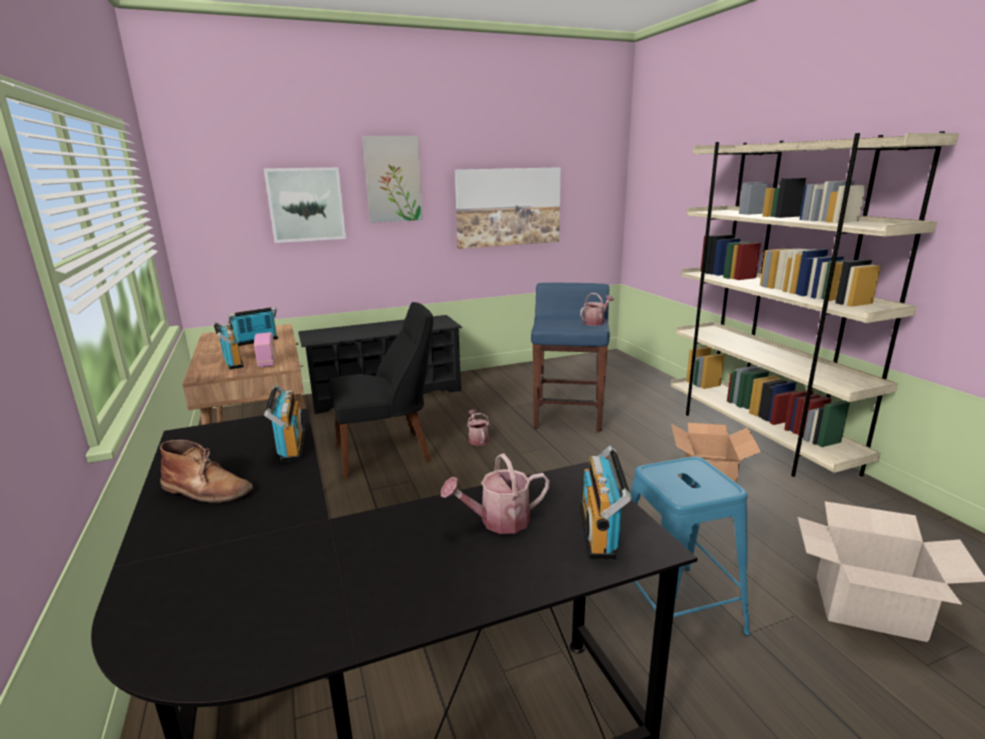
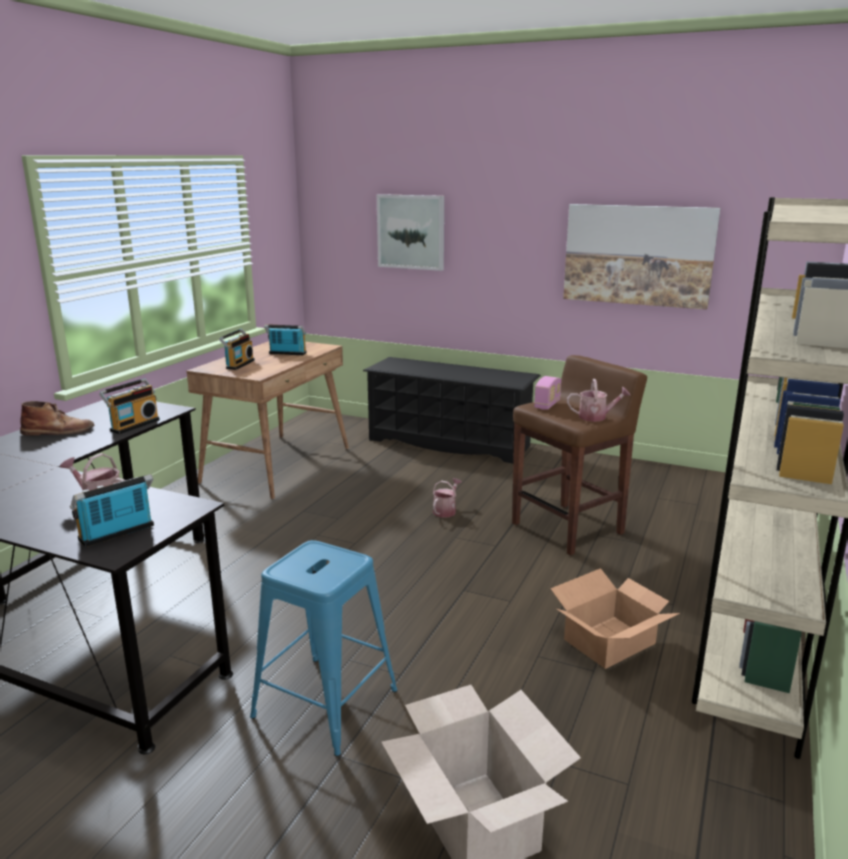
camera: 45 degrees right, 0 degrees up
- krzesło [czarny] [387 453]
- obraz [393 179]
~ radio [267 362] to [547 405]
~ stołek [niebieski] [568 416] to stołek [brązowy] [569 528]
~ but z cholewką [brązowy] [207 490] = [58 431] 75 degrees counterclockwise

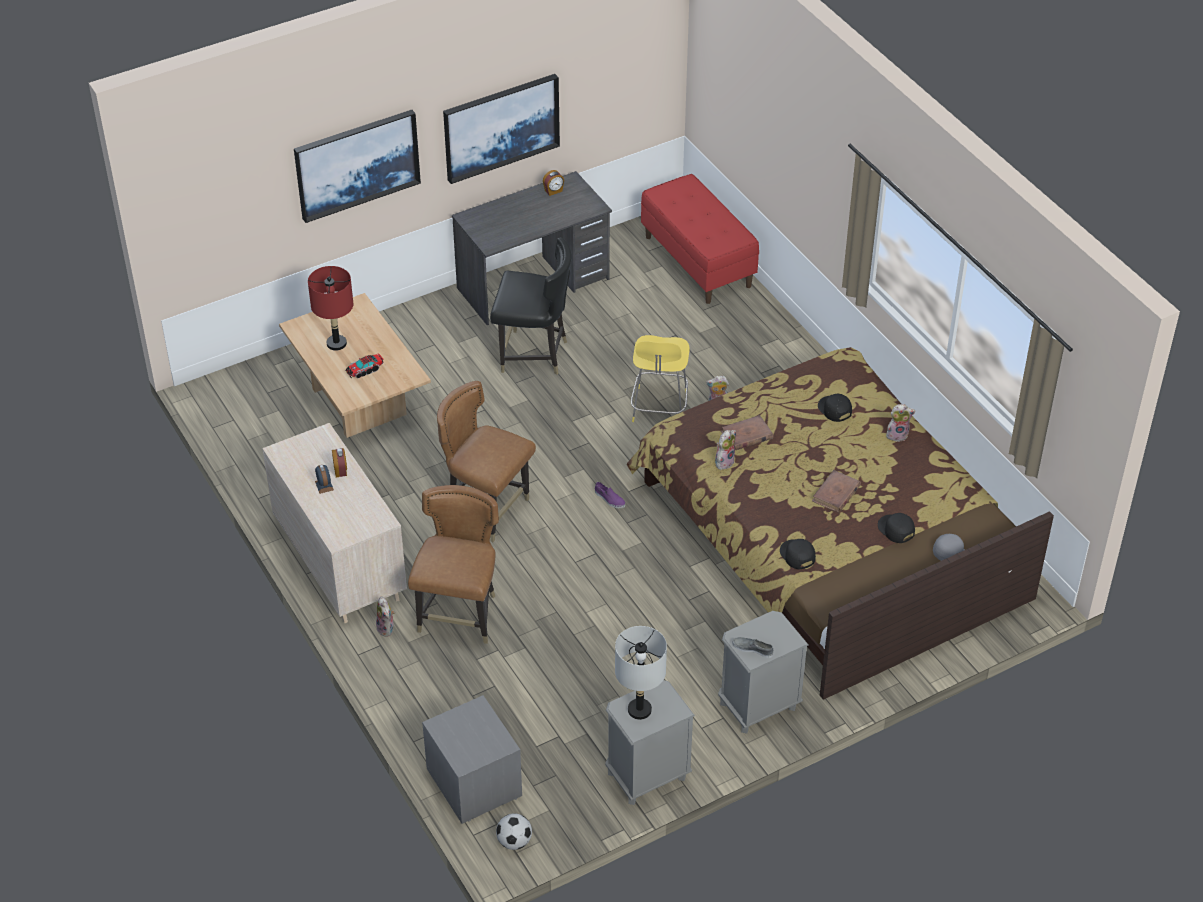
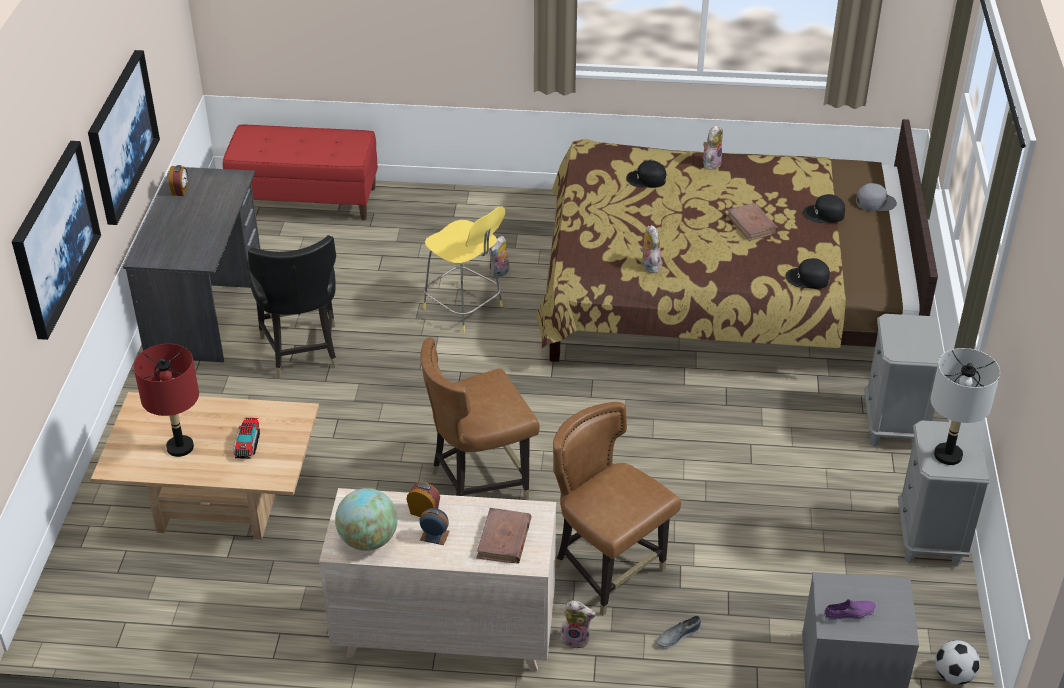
camera: 55 degrees left, 5 degrees down
+ globus [368 540]
~ but [fioletowy] [609 499] to [850 614]
~ książka [brązowy] [746 435] to [504 539]
~ but [szary] [752 649] to [678 636]
~ krzesło [czarny] [533 354] = [301 351] 120 degrees clockwise

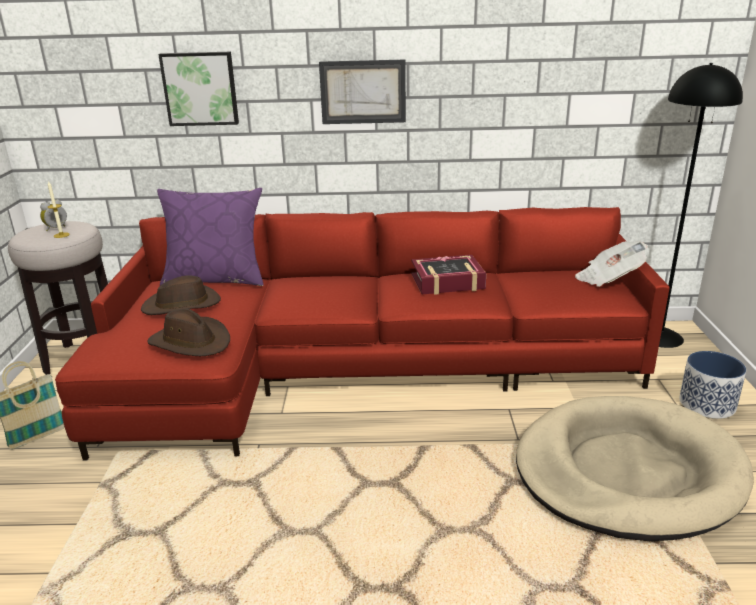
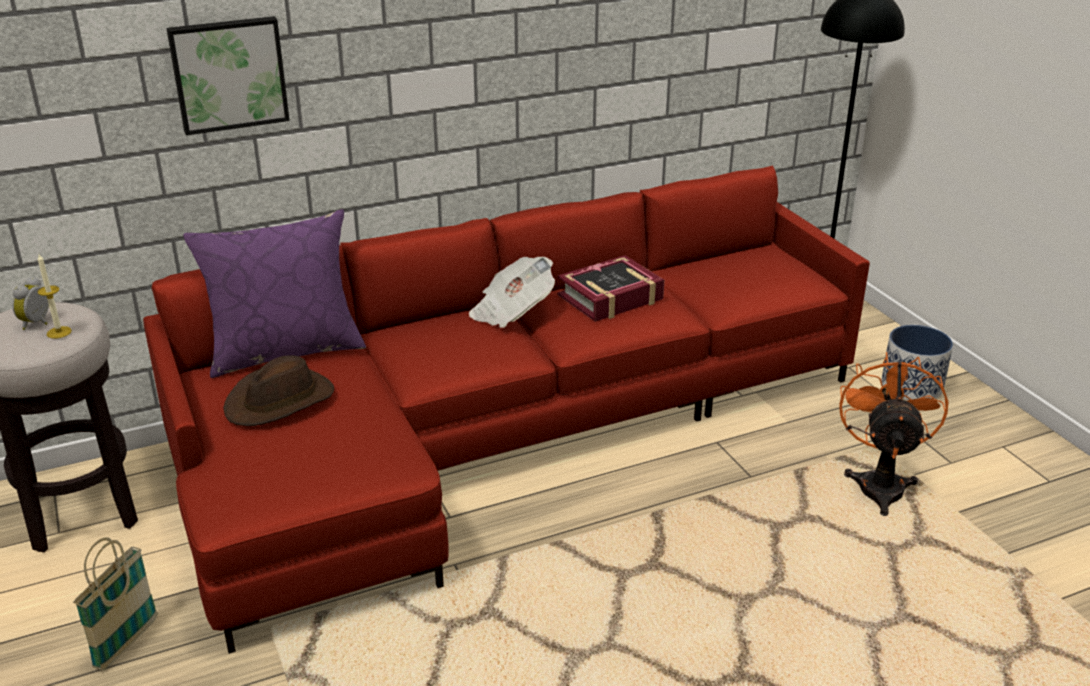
camera: 25 degrees left, 5 degrees up
- kapelusz [brązowy] [191 342]
- obraz [363 92]
~ gazeta [608 279] to [512 312]
~ legowisko [beżowy] [627 472] to wentylator [pomarańczowy] [880 483]

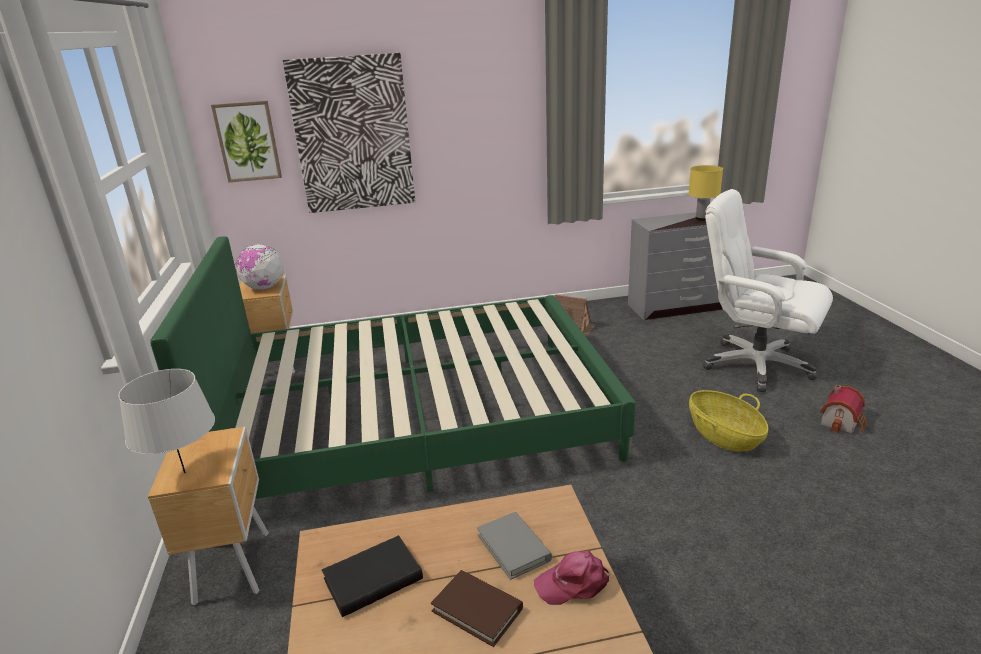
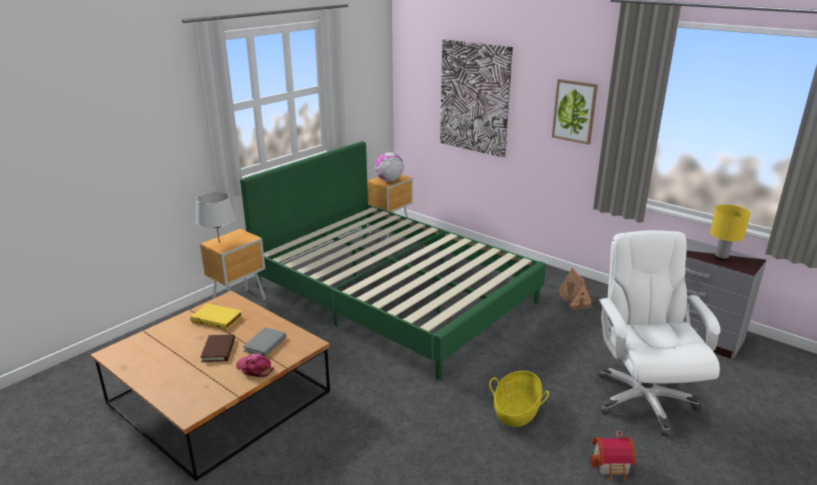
camera: 50 degrees right, 0 degrees up
~ obraz [248 141] to [574 111]
~ książka [czarny] [373 577] to książka [żółty] [218 318]

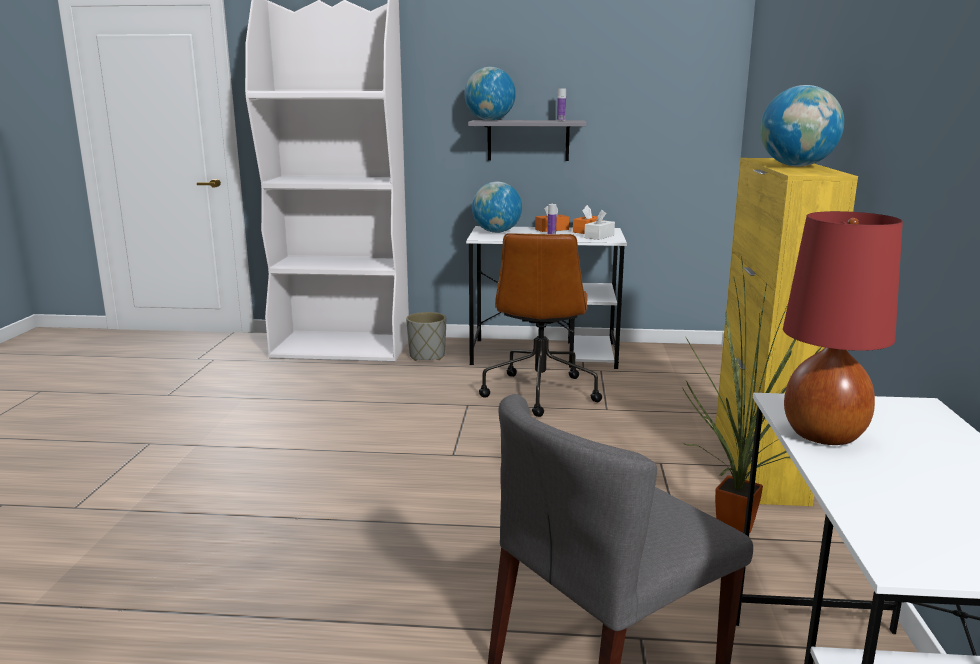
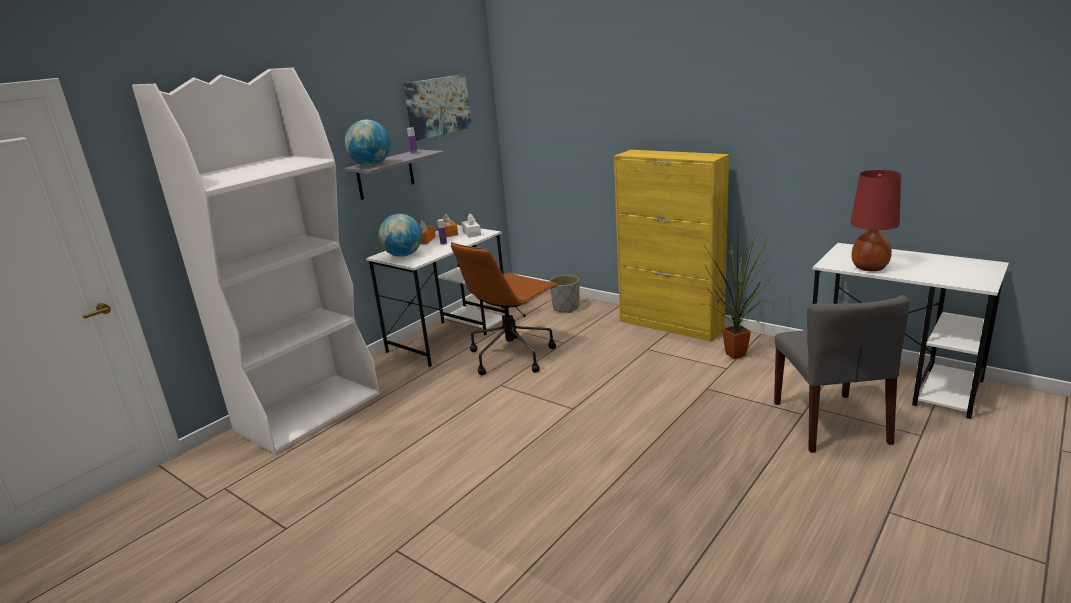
camera: 55 degrees left, 5 degrees up
- globus [797 166]
+ obraz [437 106]
~ donica [szary] [427 356] to [566 308]
~ krzesło biurowe [brązowy] [539 392] = [512 355] 90 degrees clockwise

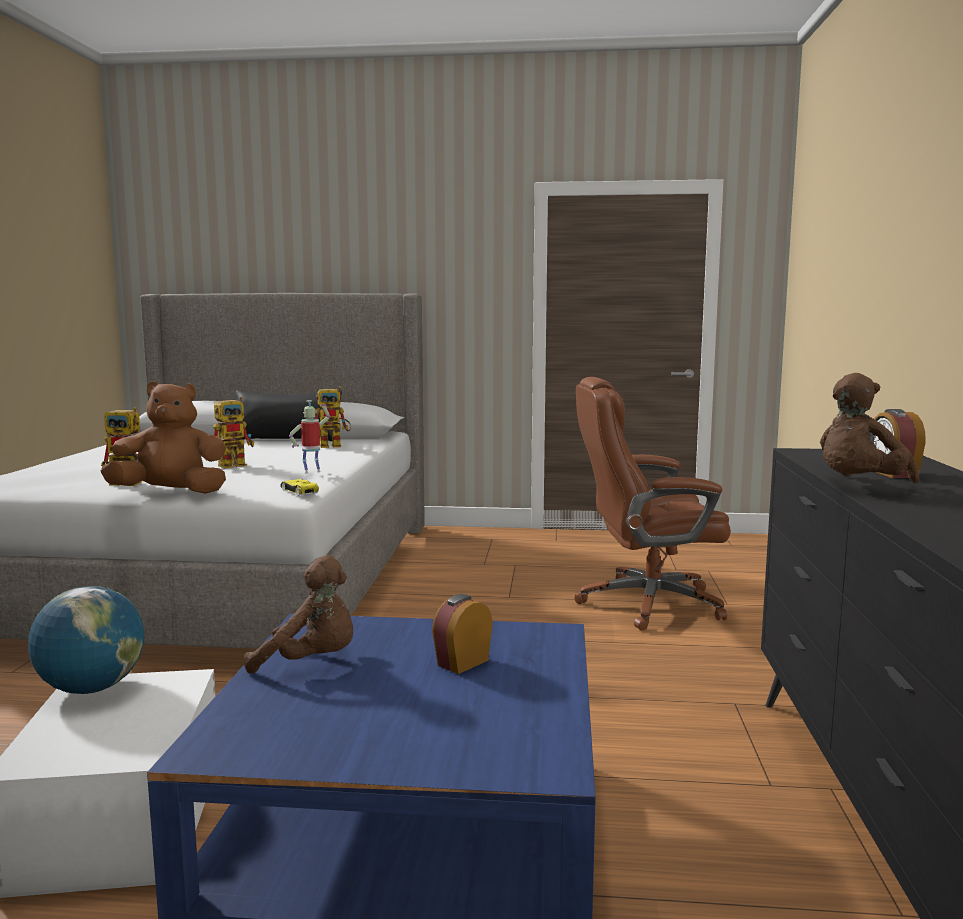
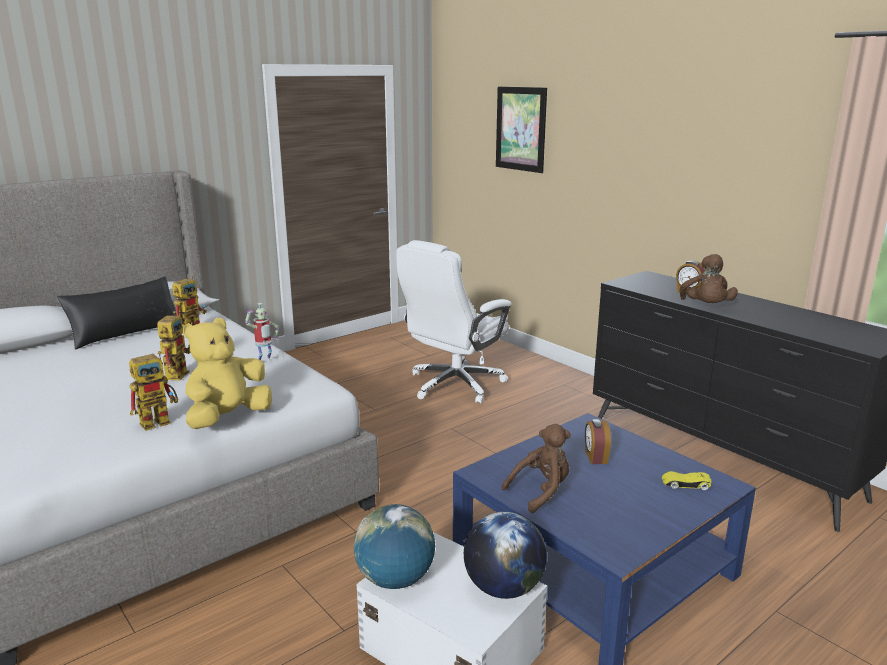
camera: 45 degrees left, 10 degrees up
+ globus [503 588]
+ obraz [521 129]
~ samochodzik [żółty] [299 491] to [685 484]
~ pluszak [brązowy] [171 493] to pluszak [żółty] [228 418]
~ krzesło biurowe [brązowy] [646 603] to krzesło biurowe [biały] [454 385]
~ robot zabawkowy [312 472] = [264 362] 150 degrees counterclockwise

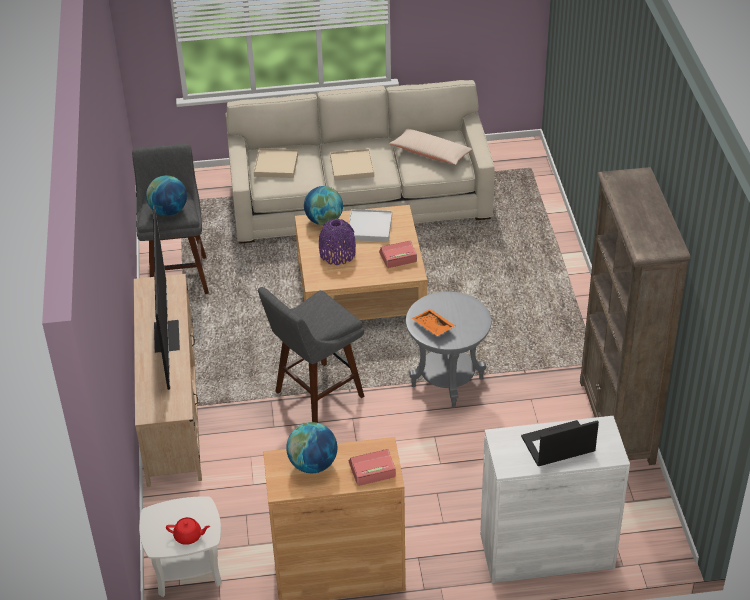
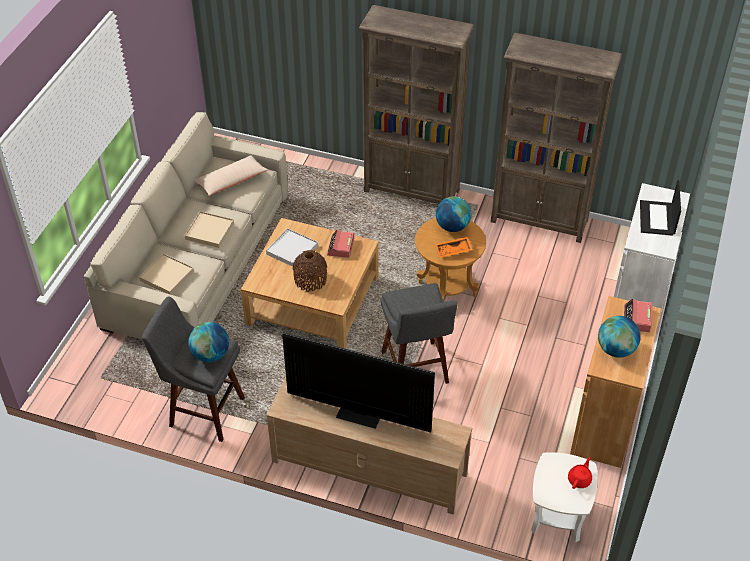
camera: 65 degrees left, 5 degrees up
+ regał [brązowy] [412 191]
~ globus [324 220] to [452 226]
~ wazon [fioletowy] [337 254] to wazon [brązowy] [310 280]
~ stolik [szary] [447 381] to stolik [brązowy] [447 289]

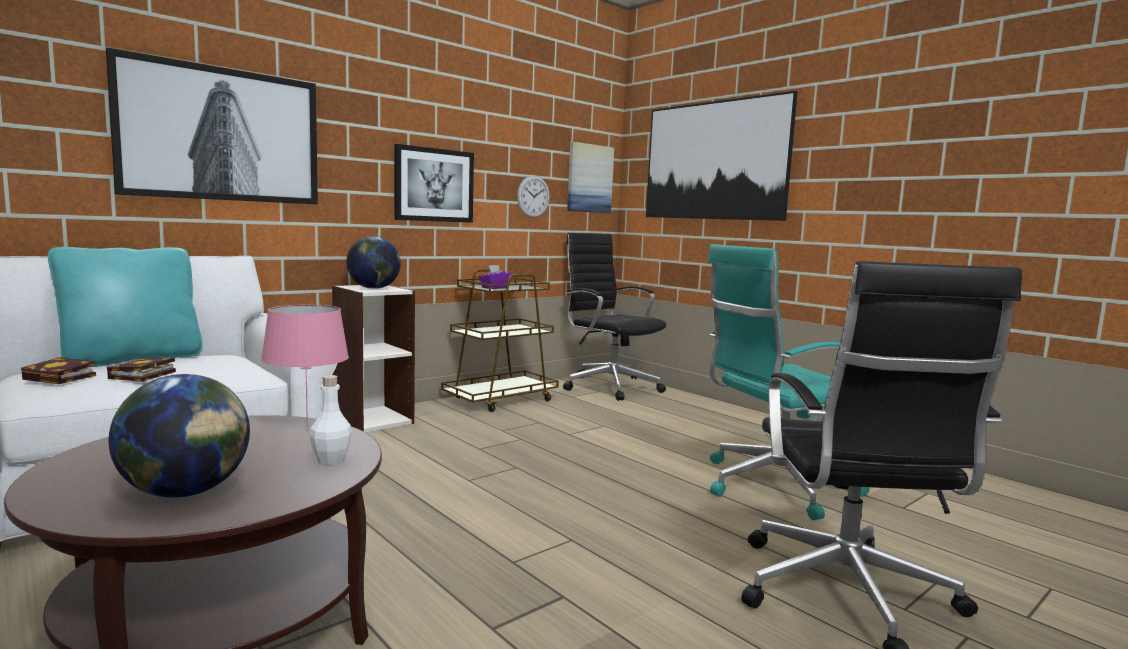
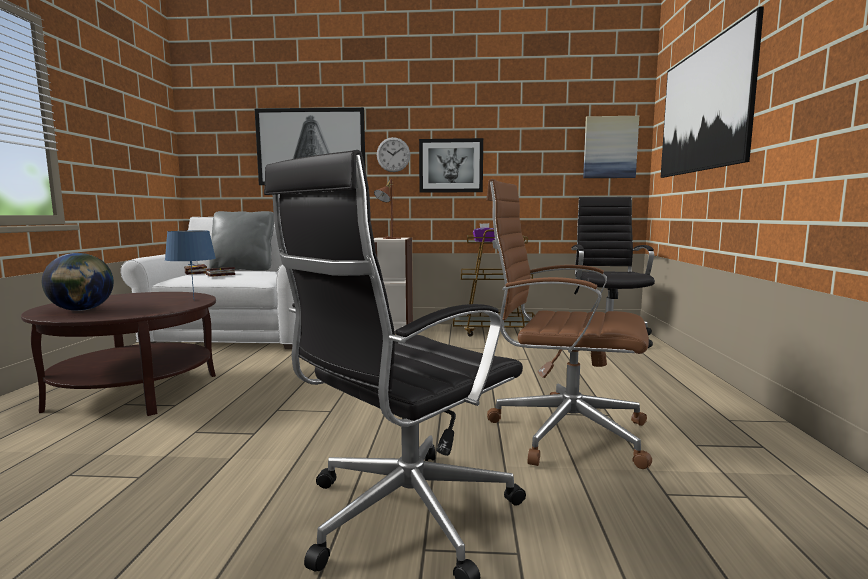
camera: 45 degrees right, 0 degrees up
- butelka [biały] [331 461]
~ zegar ścienny [533 196] to [393 154]
~ globus [374 288] to lampa stołowa [brązowy] [388 238]
~ poduszka [turkusowy] [132 359] to poduszka [szary] [243 269]
~ lampa stołowa [różowy] [308 429] to lampa stołowa [niebieski] [194 300]
~ krzesło biurowe [turkusowy] [773 486] to krzesło biurowe [brązowy] [563 431]

